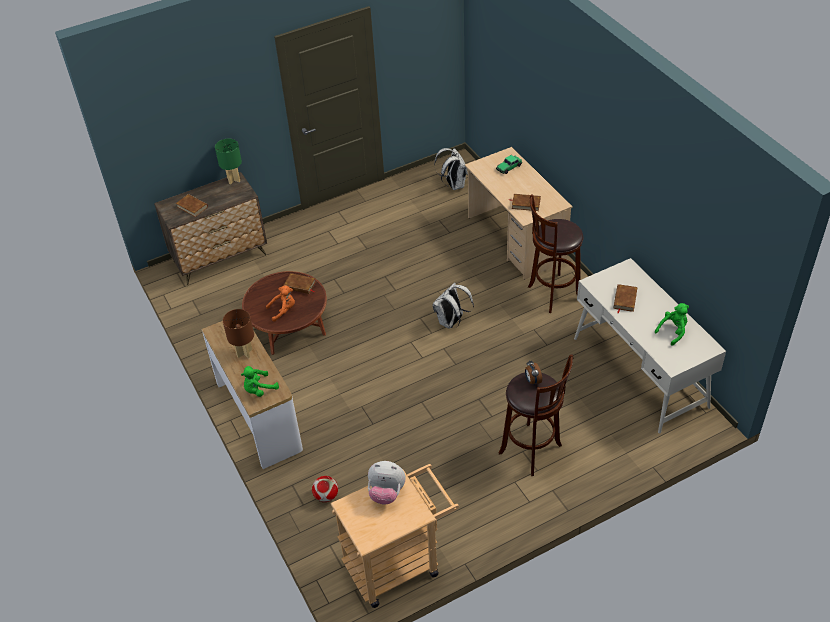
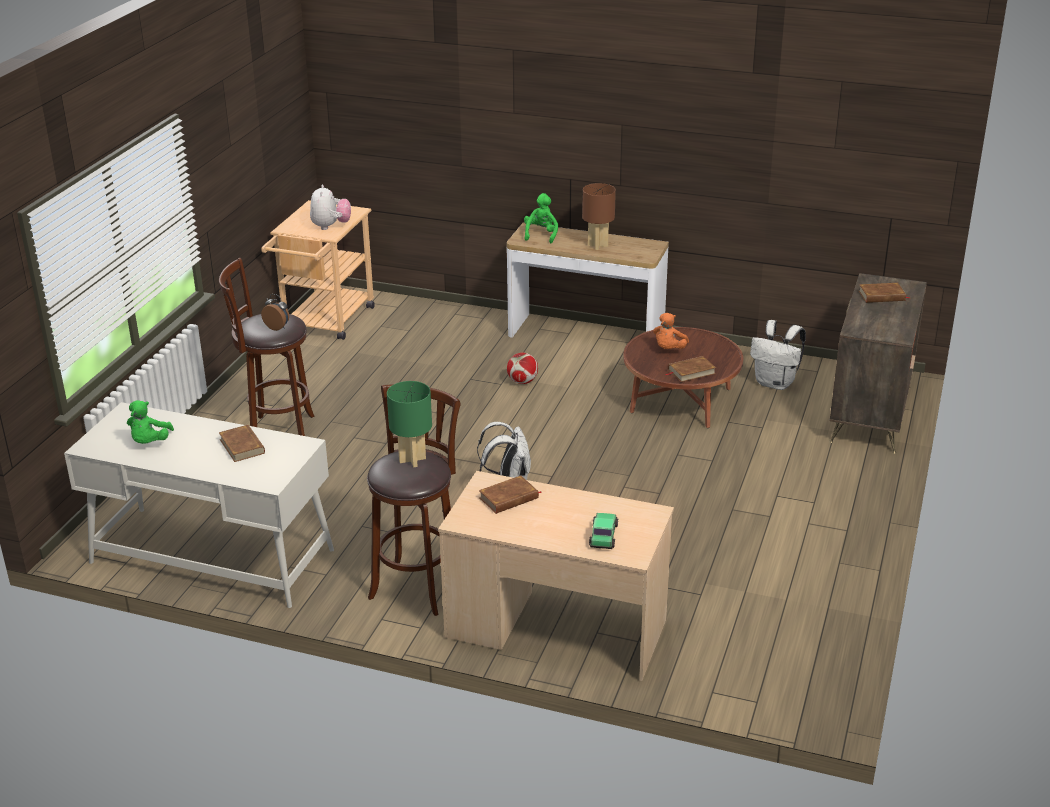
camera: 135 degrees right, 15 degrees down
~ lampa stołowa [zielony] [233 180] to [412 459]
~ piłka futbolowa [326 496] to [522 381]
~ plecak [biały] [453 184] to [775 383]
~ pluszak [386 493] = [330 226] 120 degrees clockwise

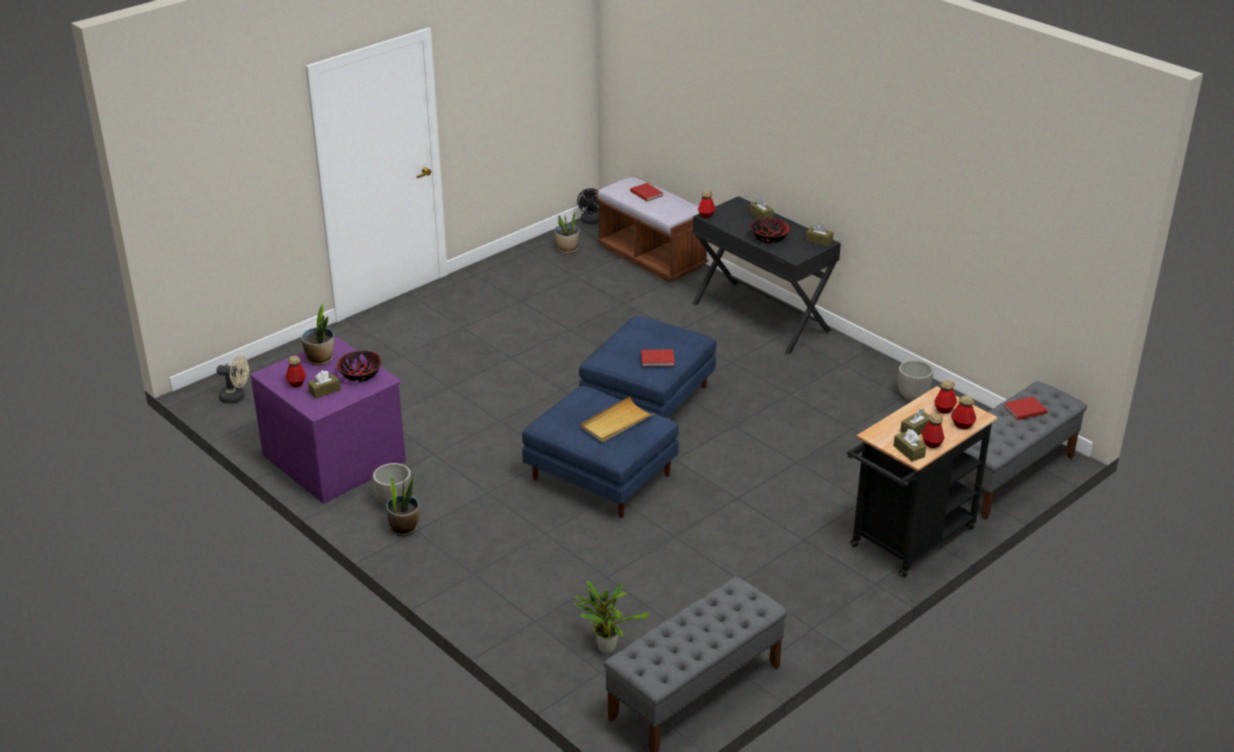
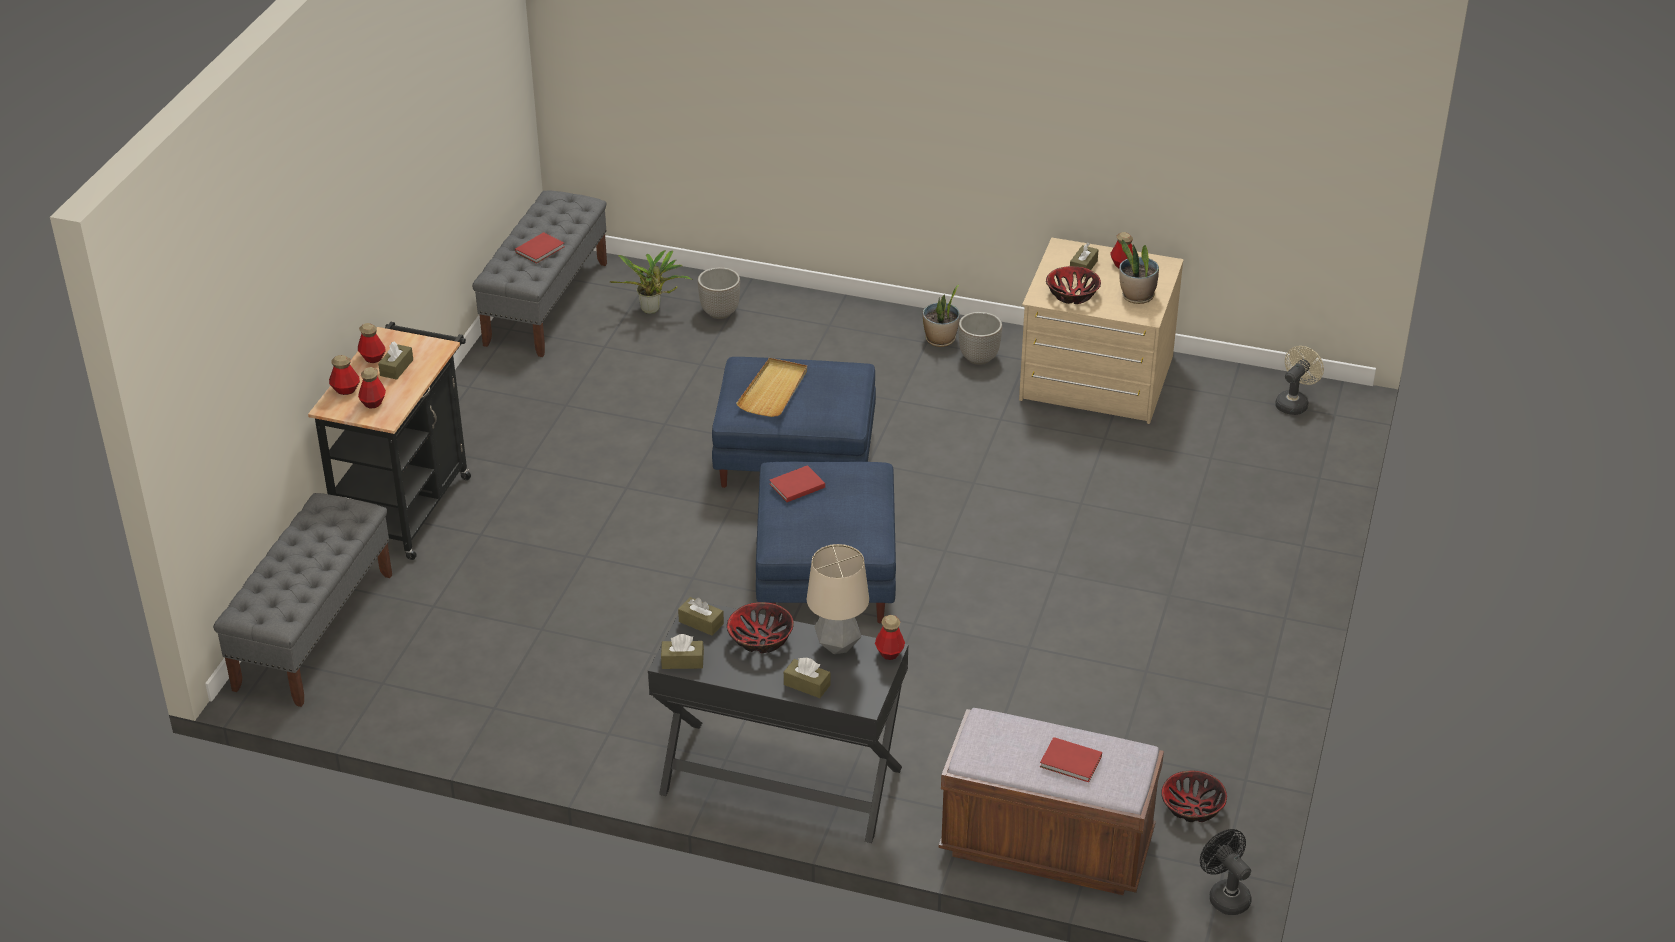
camera: 150 degrees right, 5 degrees up
+ lampa stołowa [838 645]
~ pudełko chusteczek [brązowy] [909 451] to [701 622]
~ donica [912 397] to [720 312]
~ książka [czerwony] [1024 409] to [541 249]
~ roślina doniczkowa [567 249] to miska [1192 808]
~ komoda [fioletowy] [336 457] to komoda [beżowy] [1096 379]
~ wentylator [beżowy] [236 397] = [1294 403] 150 degrees clockwise

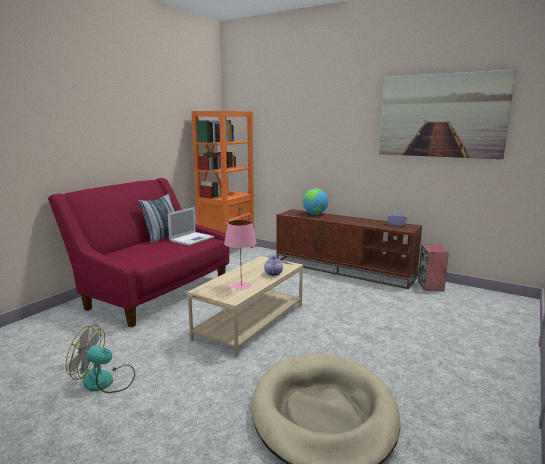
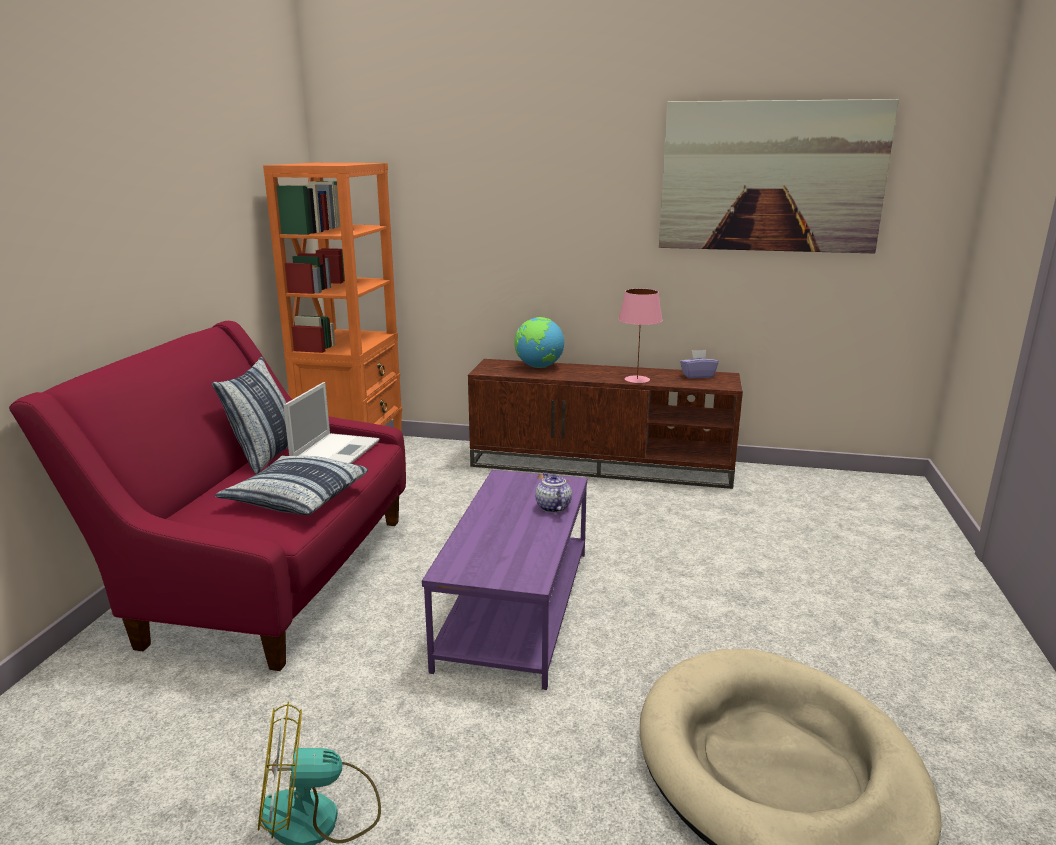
camera: 20 degrees left, 5 degrees up
- głośnik [431 286]
+ poduszka [296 497]
~ lampa stołowa [różowy] [241 286] to [637 379]
~ ława [beżowy] [250 321] to ława [fioletowy] [515 606]

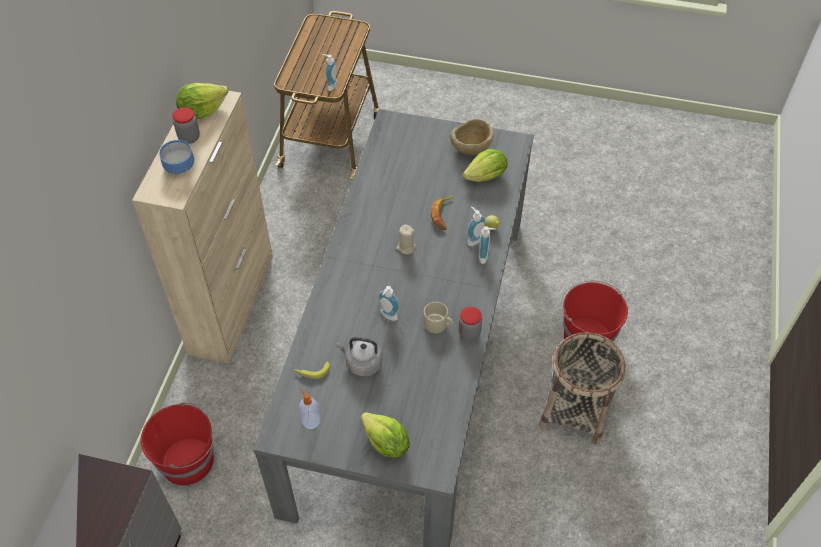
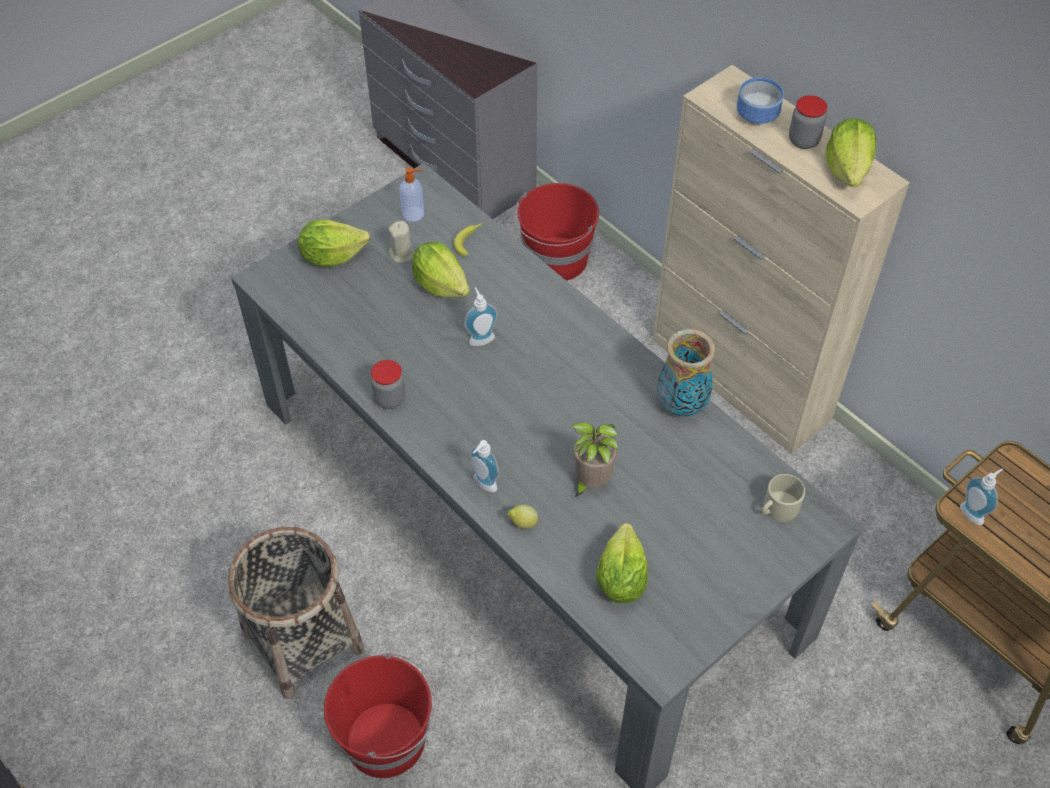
camera: 125 degrees right, 0 degrees up
- miska [beżowy] [471 150]
- dozownik mydła [473 239]
+ wazon [681 406]
~ świeca [beżowy] [406 247] to [402 254]
~ kubek [beżowy] [438 324] to [777 508]
~ czajnik [szary] [362 363] to sałata [440 284]
~ banan [443 215] to roślina doniczkowa [590 482]

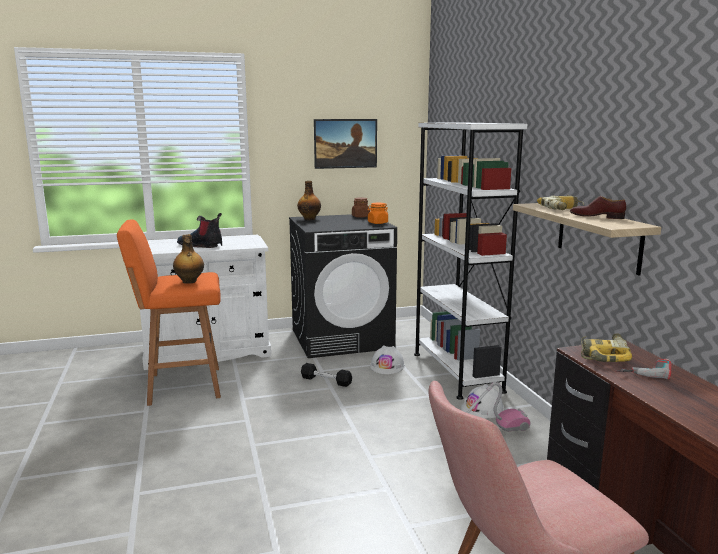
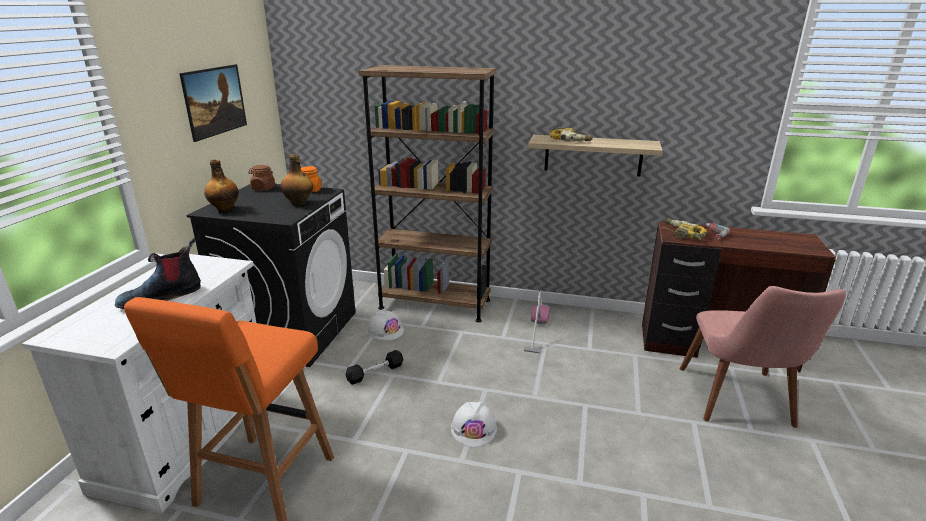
camera: 60 degrees left, 10 degrees up
- but [brązowy] [596 217]
~ butelka [189 282] to [299 203]
~ kask [biały] [482 409] to [474 429]
~ regał [biały] [457 372] to regał [brązowy] [435 304]

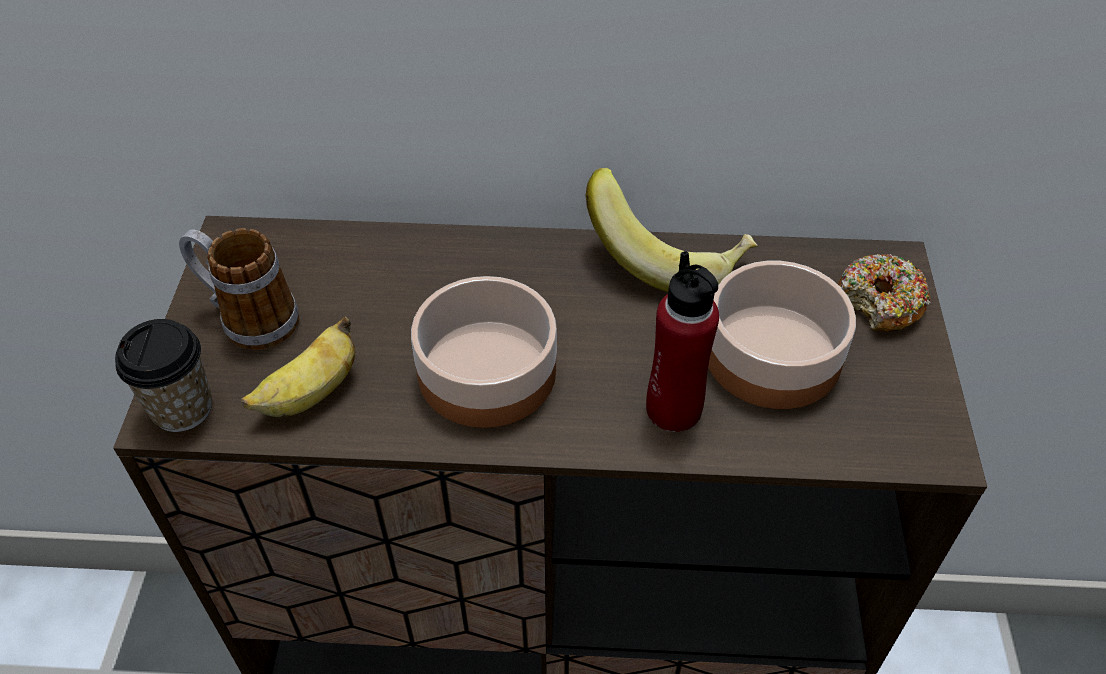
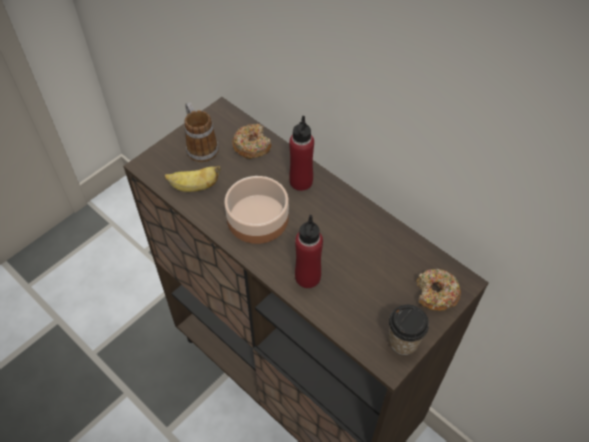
camera: 40 degrees right, 5 degrees up
- banan [668 257]
- miska [773 353]
+ donut [252 146]
+ butelka [czerwony] [301 182]
~ filiżanka [182 408] to [403 341]

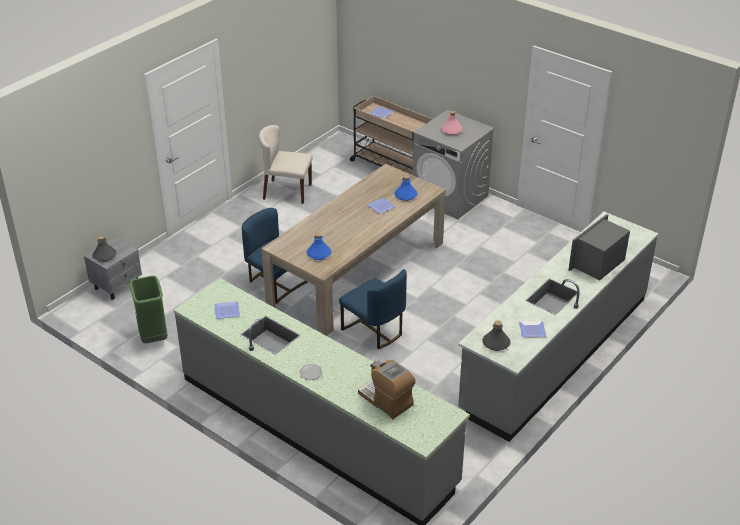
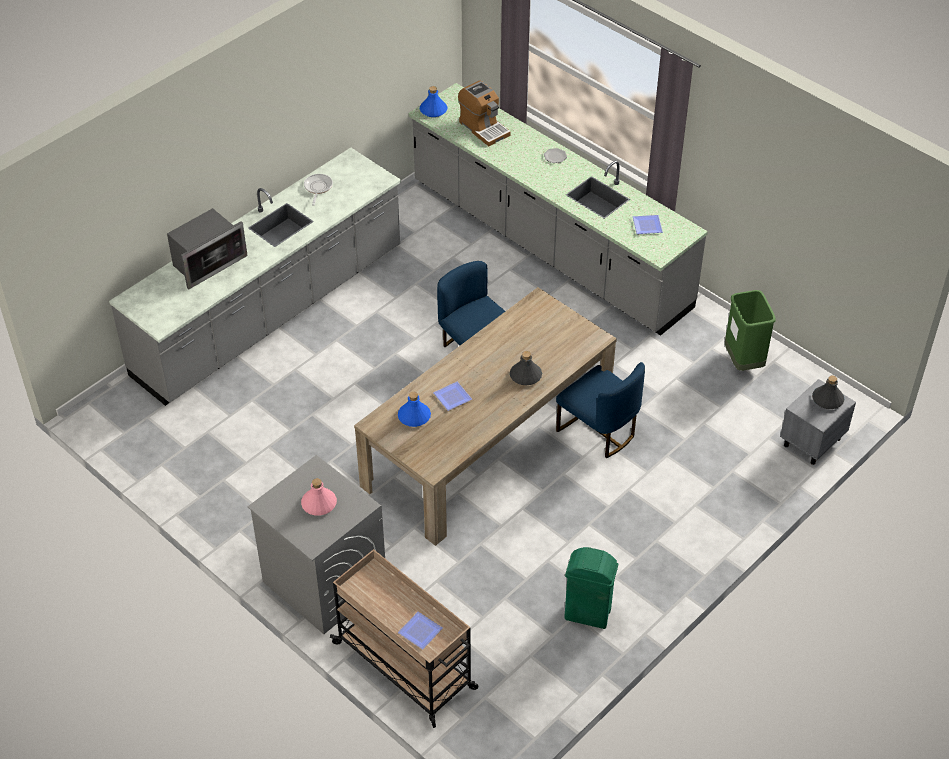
camera: 175 degrees left, 10 degrees up
~ butelka [niebieski] [319 254] to [433 110]
~ butelka [szary] [496 343] to [525 376]
~ krzesło [beżowy] [287 192] to kosz na śmieci [zielony] [588 615]
~ talerz [533 329] to patelnia [317 188]

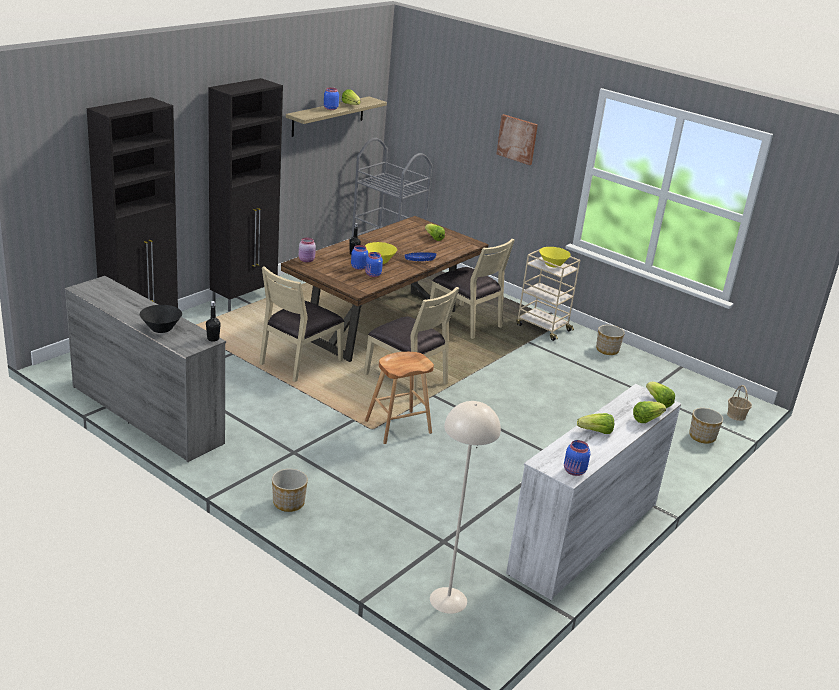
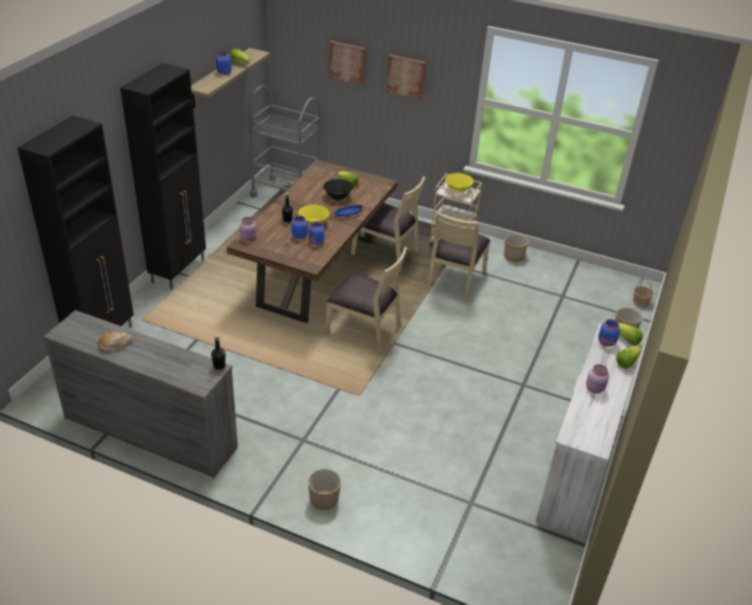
camera: 15 degrees left, 10 degrees up
- stołek [brązowy] [398 427]
- lampa stojąca [beżowy] [448 600]
+ chleb [114 344]
+ obraz [347 62]
~ miska [czarny] [161 329] to [338 197]
~ krzesło [beżowy] [299 362] to [455 280]
~ słoik [niebieski] [574 471] to [606 342]
~ sałata [596 432] to słoik [różowy] [595 388]

